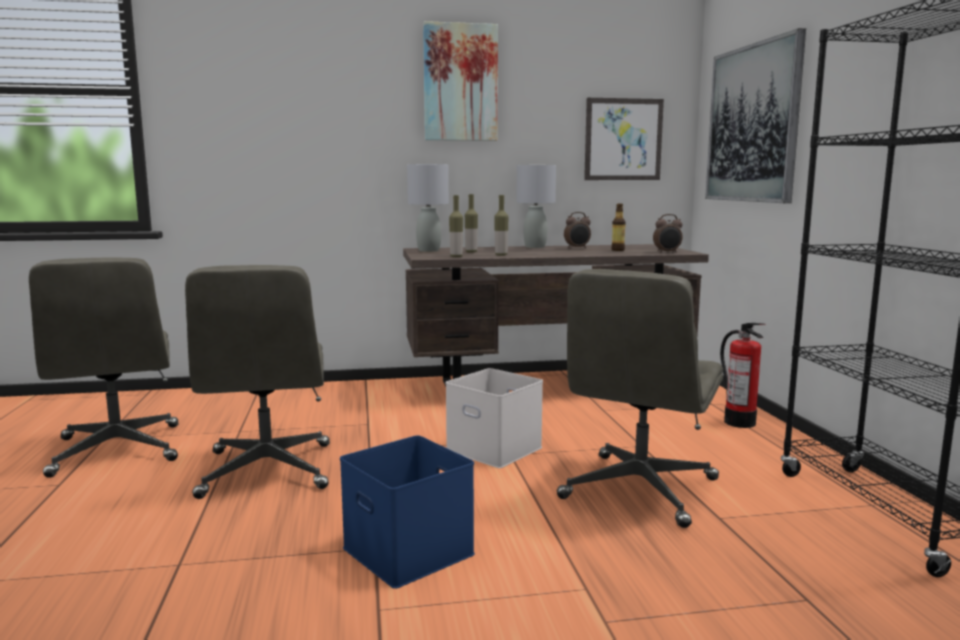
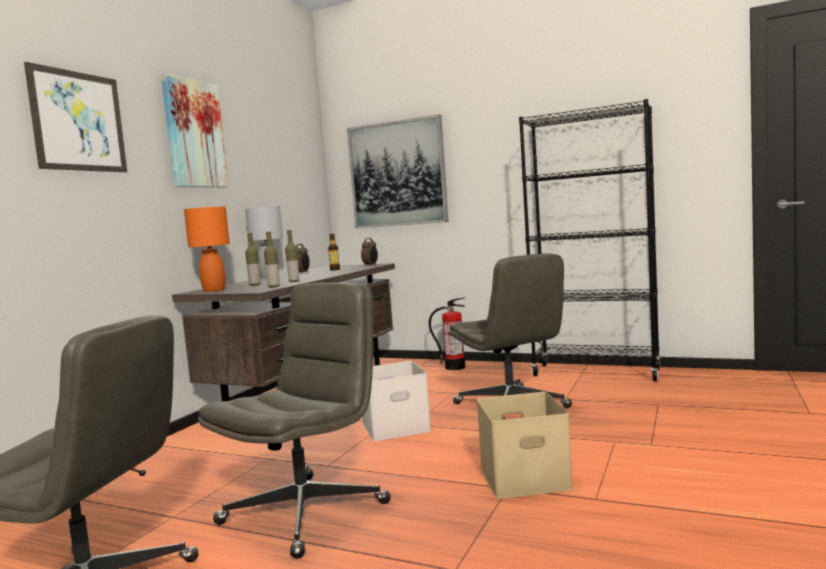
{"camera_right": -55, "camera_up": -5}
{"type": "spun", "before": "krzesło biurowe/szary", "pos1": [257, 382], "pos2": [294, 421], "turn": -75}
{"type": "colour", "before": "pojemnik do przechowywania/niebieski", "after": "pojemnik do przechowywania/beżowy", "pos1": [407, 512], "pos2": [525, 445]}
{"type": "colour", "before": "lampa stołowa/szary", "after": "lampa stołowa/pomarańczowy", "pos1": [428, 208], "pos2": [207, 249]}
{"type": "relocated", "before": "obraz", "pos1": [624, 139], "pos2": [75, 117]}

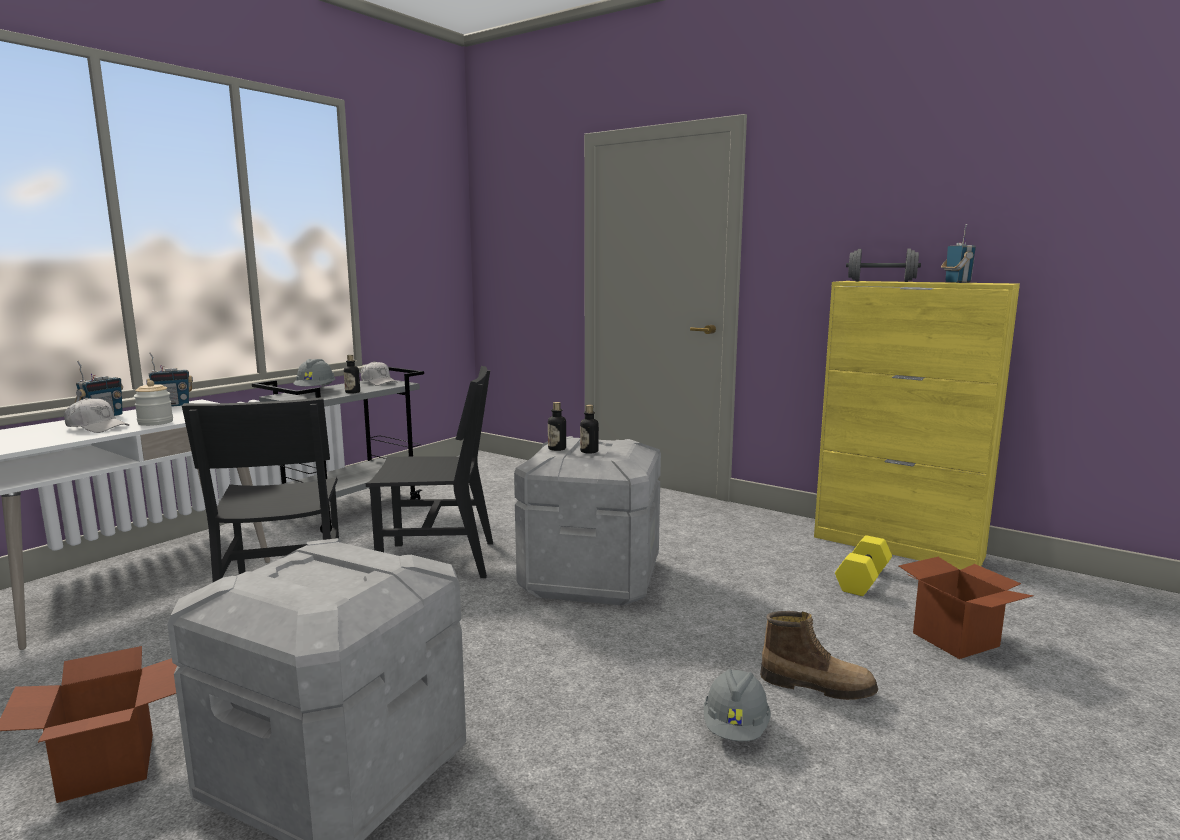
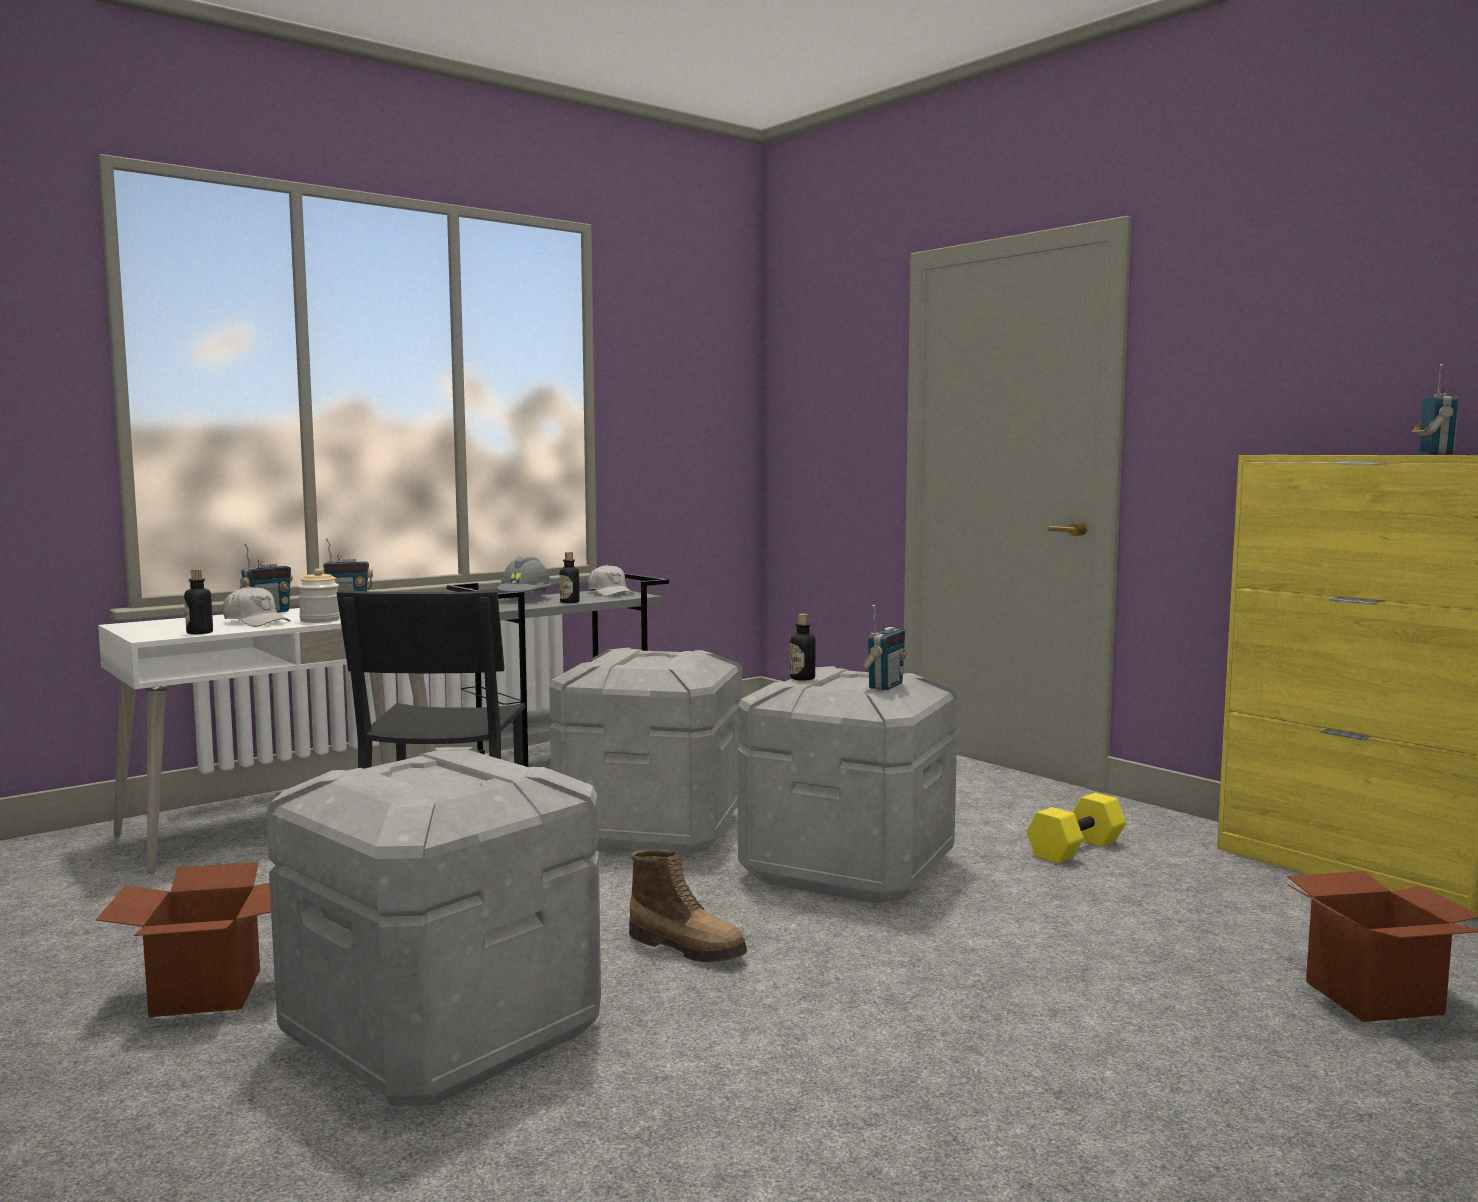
{"camera_right": 15, "camera_up": -5}
{"type": "exchanged", "before": "krzesło/czarny", "after": "pojemnik do przechowywania/szary", "pos1": [429, 472], "pos2": [645, 751]}
{"type": "relocated", "before": "butelka", "pos1": [589, 429], "pos2": [198, 601]}
{"type": "missing", "before": "kask/szary", "pos1": [737, 705]}
{"type": "relocated", "before": "but z cholewką", "pos1": [819, 655], "pos2": [688, 905]}
{"type": "relocated", "before": "hantel/żółty", "pos1": [863, 565], "pos2": [1076, 828]}
{"type": "missing", "before": "hantel/szary", "pos1": [883, 265]}
{"type": "appeared", "after": "radio", "pos2": [884, 647]}

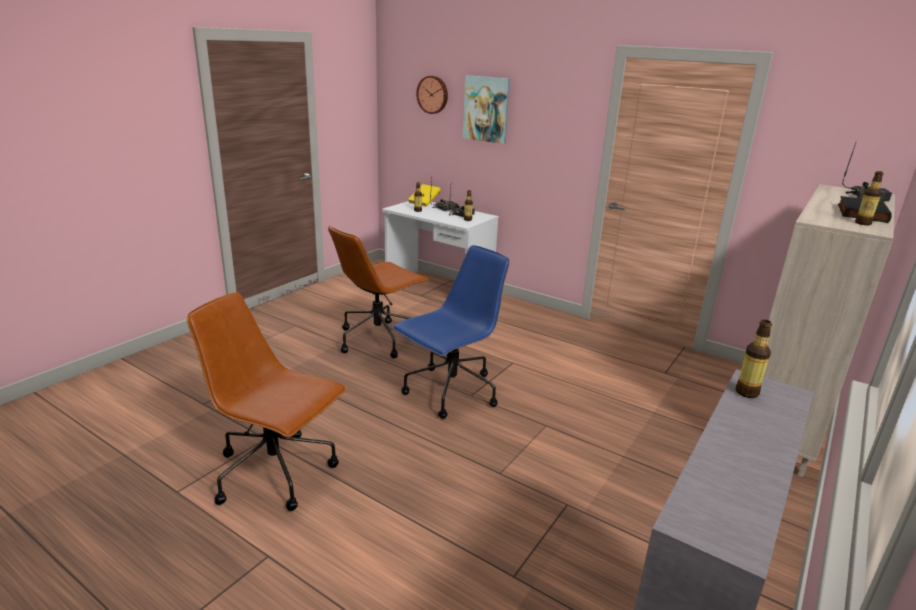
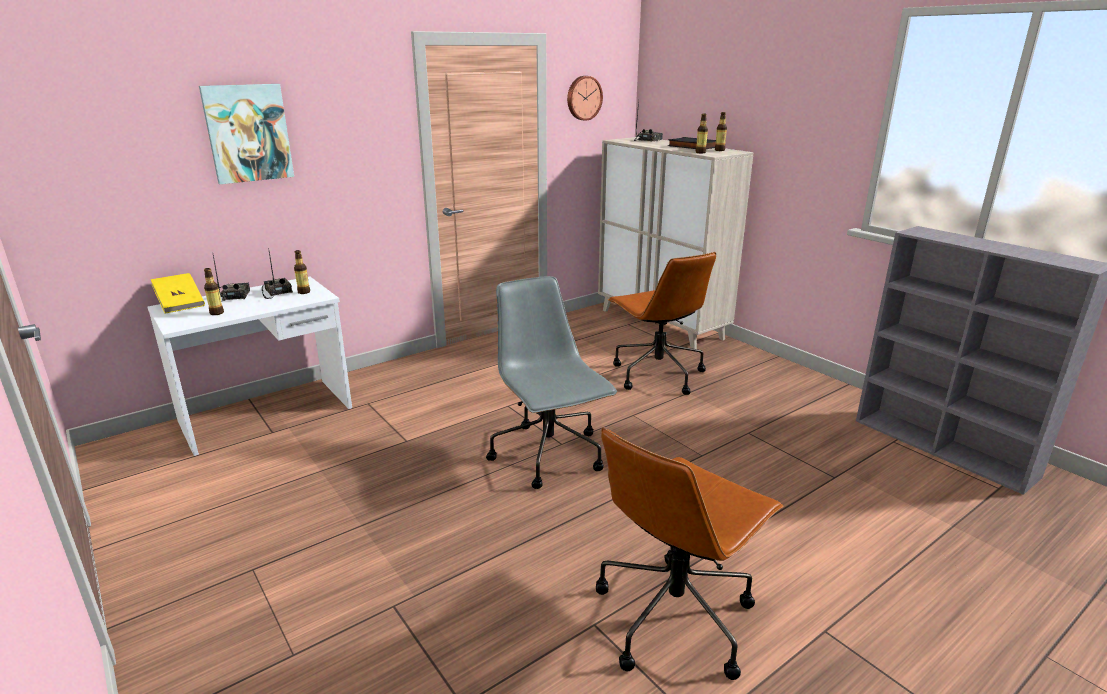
{"camera_right": -70, "camera_up": 0}
{"type": "relocated", "before": "krzesło biurowe/brązowy", "pos1": [378, 291], "pos2": [662, 323]}
{"type": "colour", "before": "krzesło biurowe/niebieski", "after": "krzesło biurowe/szary", "pos1": [450, 332], "pos2": [551, 382]}
{"type": "relocated", "before": "zegar ścienny", "pos1": [432, 95], "pos2": [585, 98]}
{"type": "relocated", "before": "butelka", "pos1": [754, 359], "pos2": [702, 133]}

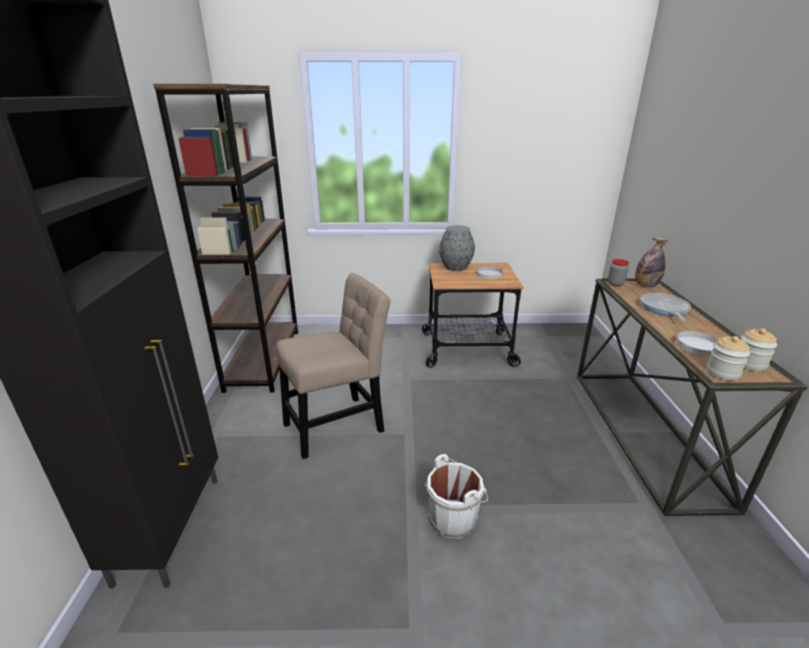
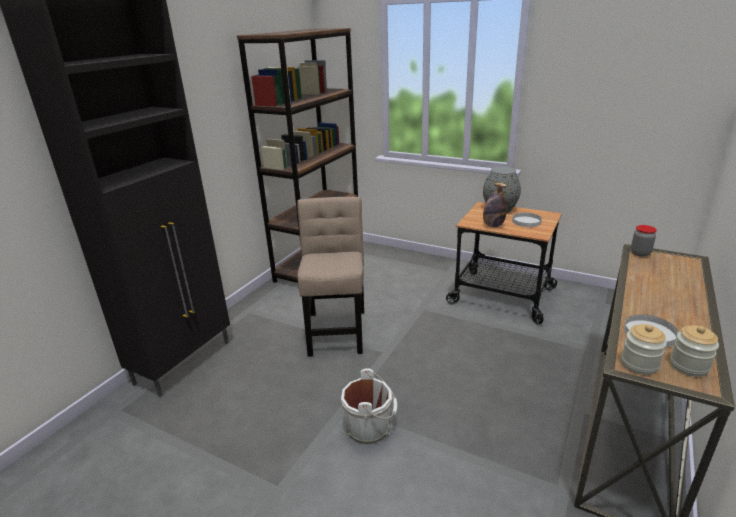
{"camera_right": 30, "camera_up": 0}
{"type": "spun", "before": "krzesło/beżowy", "pos1": [333, 366], "pos2": [330, 277], "turn": -90}
{"type": "relocated", "before": "butelka", "pos1": [651, 262], "pos2": [495, 204]}
{"type": "missing", "before": "patelnia", "pos1": [665, 307]}

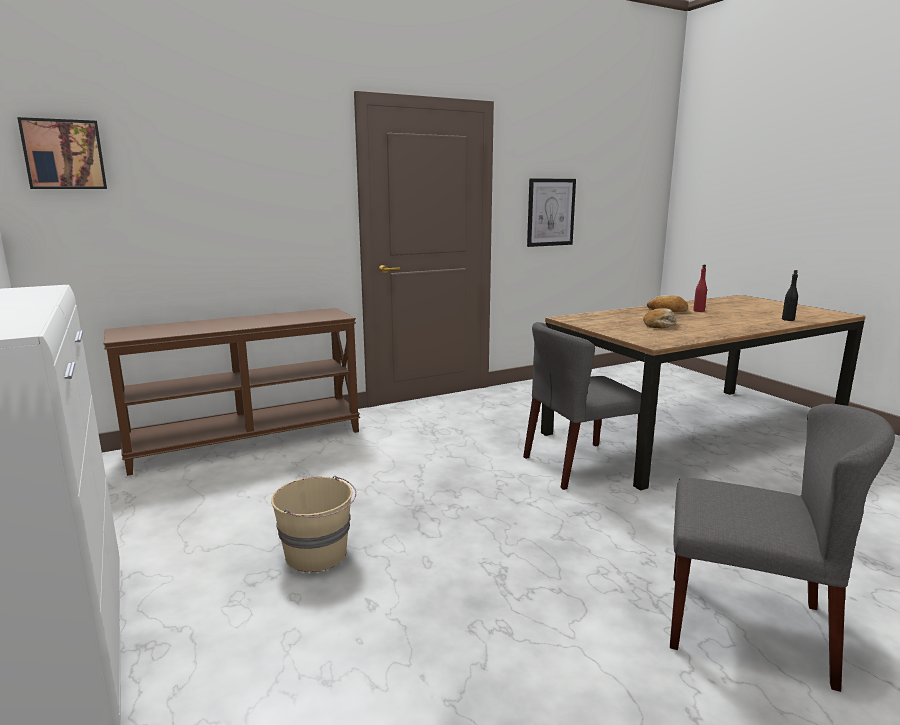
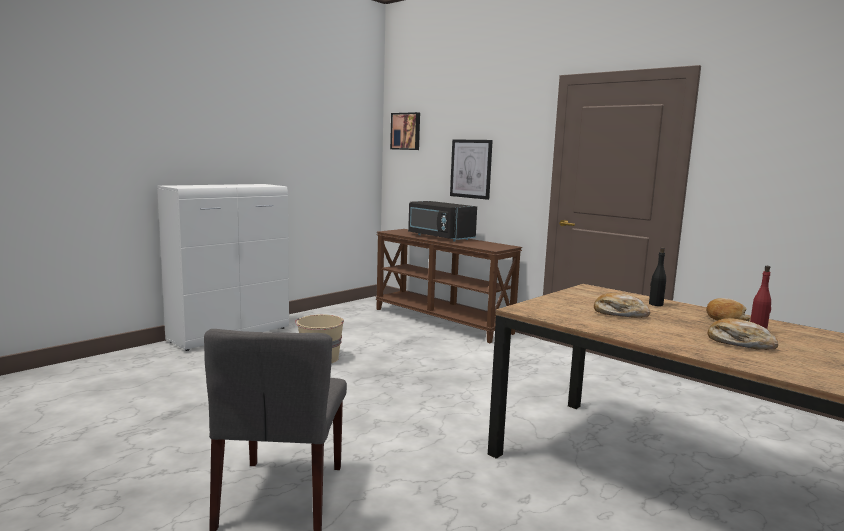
{"camera_right": 70, "camera_up": -5}
{"type": "missing", "before": "krzesło/szary", "pos1": [582, 406]}
{"type": "relocated", "before": "obraz", "pos1": [551, 212], "pos2": [471, 169]}
{"type": "relocated", "before": "butelka/czarny", "pos1": [790, 295], "pos2": [657, 277]}
{"type": "appeared", "after": "mikrofalówka/czarny", "pos2": [442, 221]}
{"type": "appeared", "after": "chleb", "pos2": [743, 334]}

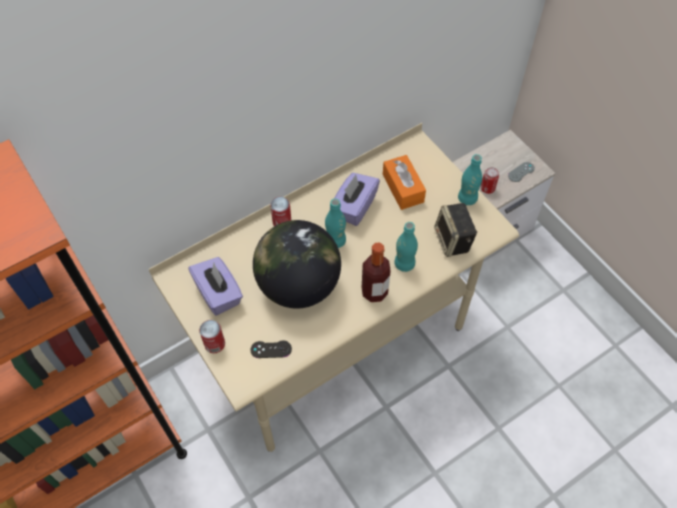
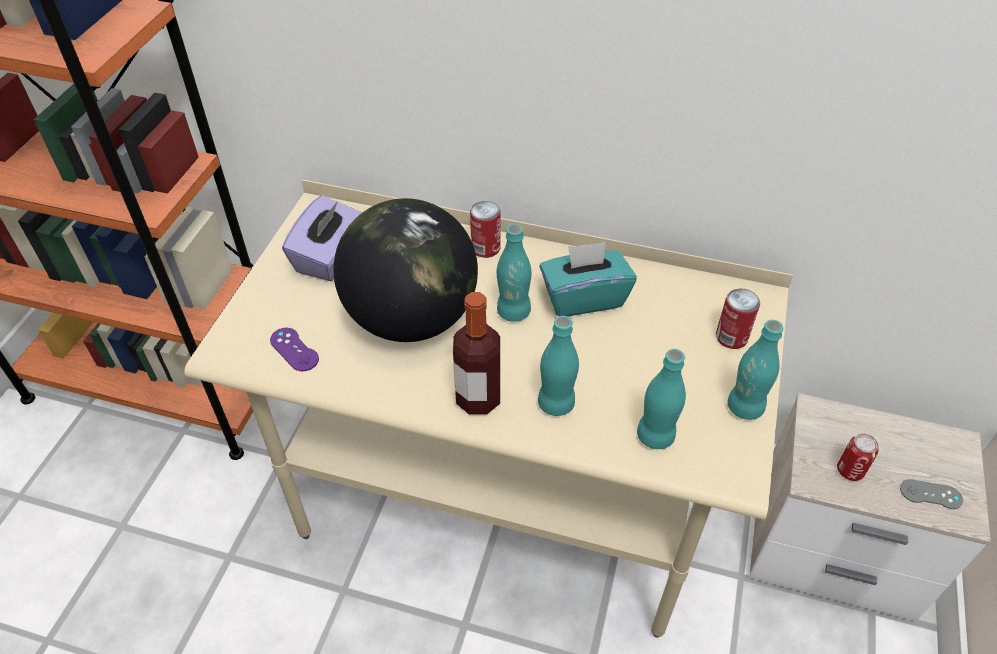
{"camera_right": 50, "camera_up": -10}
{"type": "relocated", "before": "puszka", "pos1": [212, 336], "pos2": [738, 318]}
{"type": "colour", "before": "pad do gier/czarny", "after": "pad do gier/fioletowy", "pos1": [271, 349], "pos2": [294, 349]}
{"type": "colour", "before": "pudełko chusteczek/fioletowy", "after": "pudełko chusteczek/turkusowy", "pos1": [355, 199], "pos2": [587, 279]}
{"type": "missing", "before": "pudełko chusteczek/pomarańczowy", "pos1": [404, 182]}
{"type": "exchanged", "before": "głośnik", "after": "butelka/turkusowy", "pos1": [455, 230], "pos2": [661, 399]}

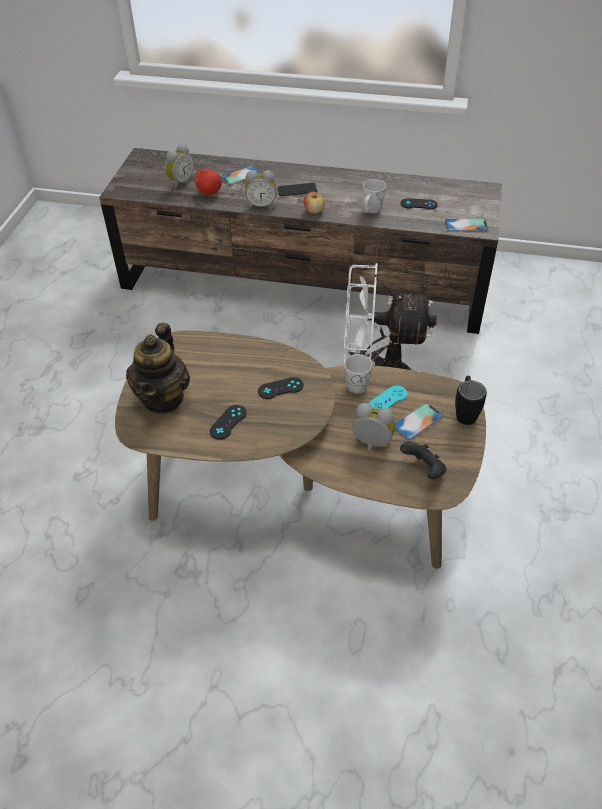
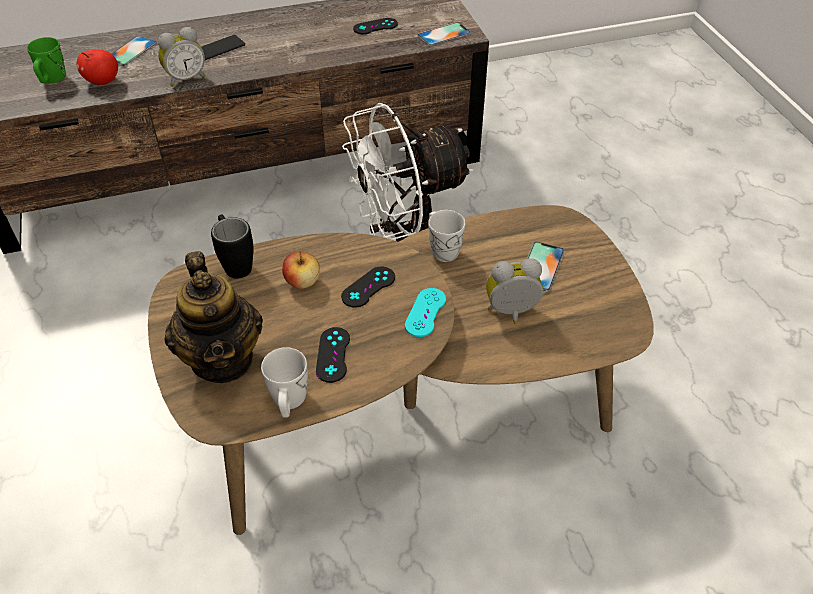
{"camera_right": -30, "camera_up": 0}
{"type": "exchanged", "before": "budzik", "after": "kubek/zielony", "pos1": [179, 166], "pos2": [46, 60]}
{"type": "relocated", "before": "jabłko", "pos1": [314, 202], "pos2": [301, 270]}
{"type": "relocated", "before": "kubek/biały", "pos1": [374, 196], "pos2": [284, 382]}
{"type": "relocated", "before": "pad do gier/turkusowy", "pos1": [388, 397], "pos2": [425, 312]}
{"type": "missing", "before": "pad do gier/czarny", "pos1": [423, 460]}
{"type": "relocated", "before": "kubek/czarny", "pos1": [471, 400], "pos2": [232, 247]}

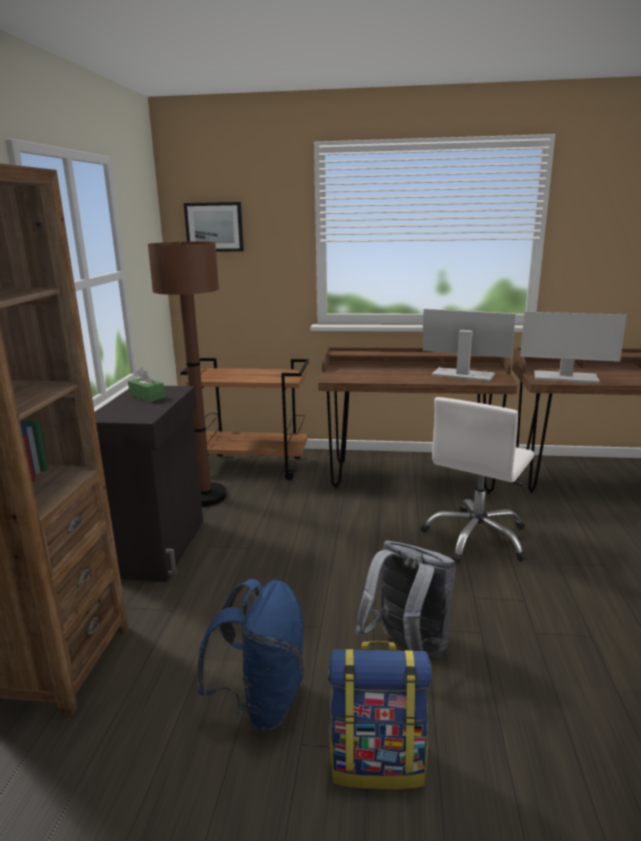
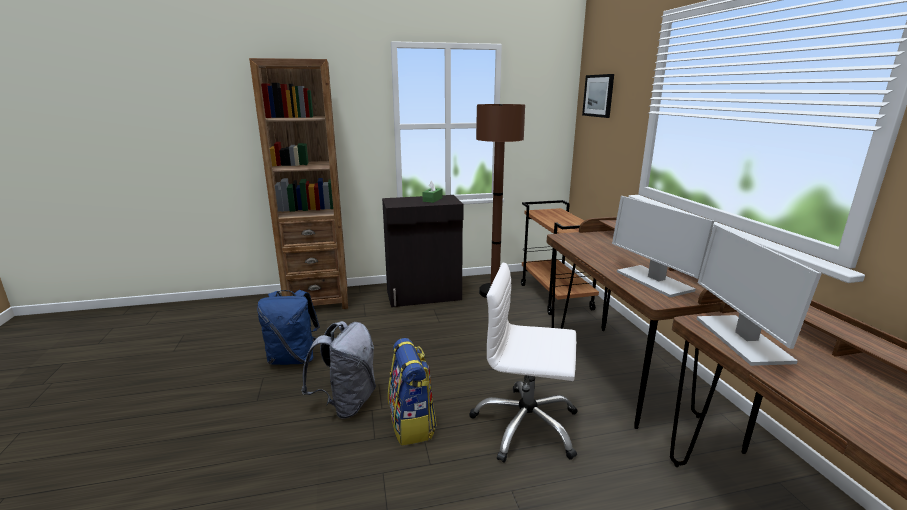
{"camera_right": 70, "camera_up": 0}
{"type": "relocated", "before": "plecak", "pos1": [380, 715], "pos2": [412, 392]}
{"type": "spun", "before": "monitor", "pos1": [469, 345], "pos2": [663, 247], "turn": 150}

